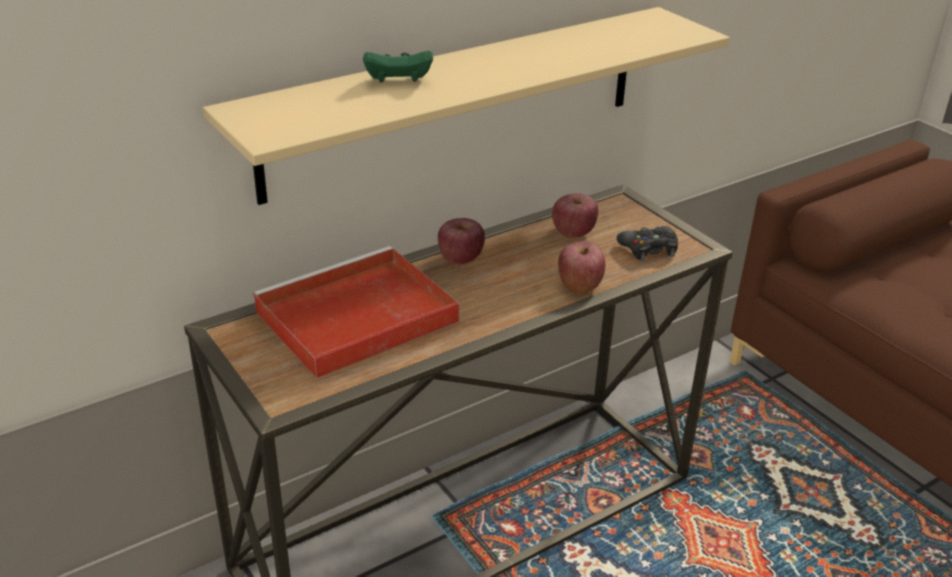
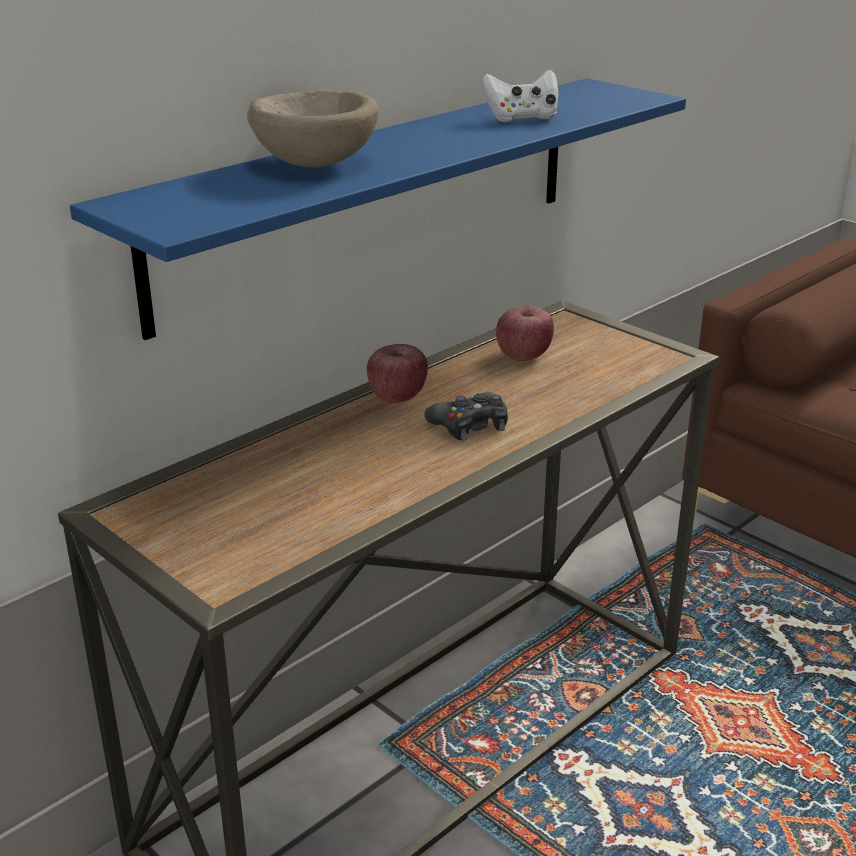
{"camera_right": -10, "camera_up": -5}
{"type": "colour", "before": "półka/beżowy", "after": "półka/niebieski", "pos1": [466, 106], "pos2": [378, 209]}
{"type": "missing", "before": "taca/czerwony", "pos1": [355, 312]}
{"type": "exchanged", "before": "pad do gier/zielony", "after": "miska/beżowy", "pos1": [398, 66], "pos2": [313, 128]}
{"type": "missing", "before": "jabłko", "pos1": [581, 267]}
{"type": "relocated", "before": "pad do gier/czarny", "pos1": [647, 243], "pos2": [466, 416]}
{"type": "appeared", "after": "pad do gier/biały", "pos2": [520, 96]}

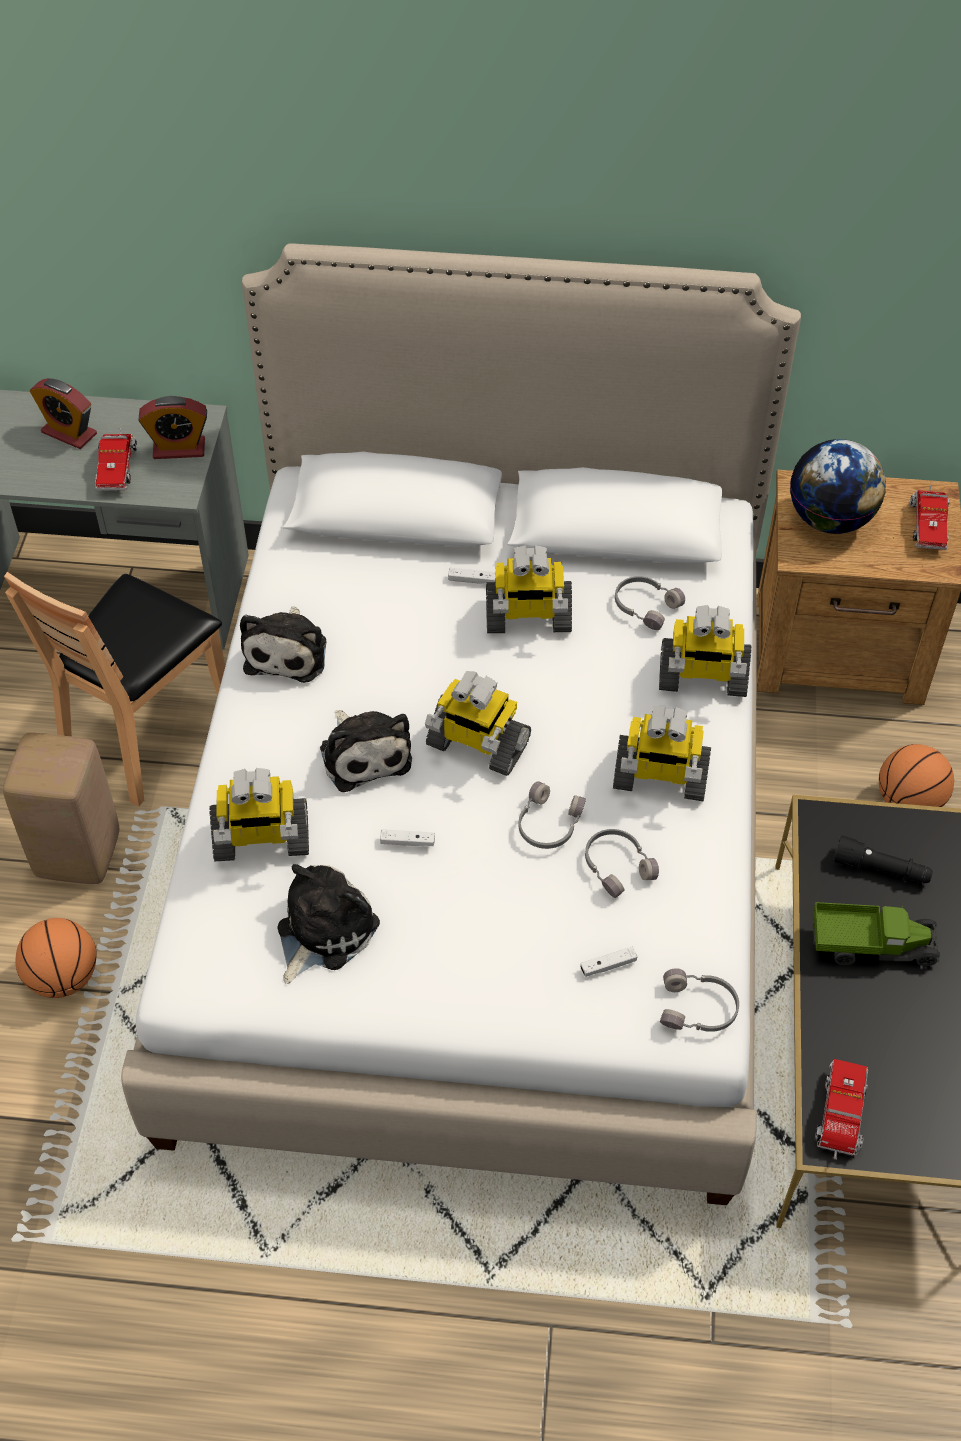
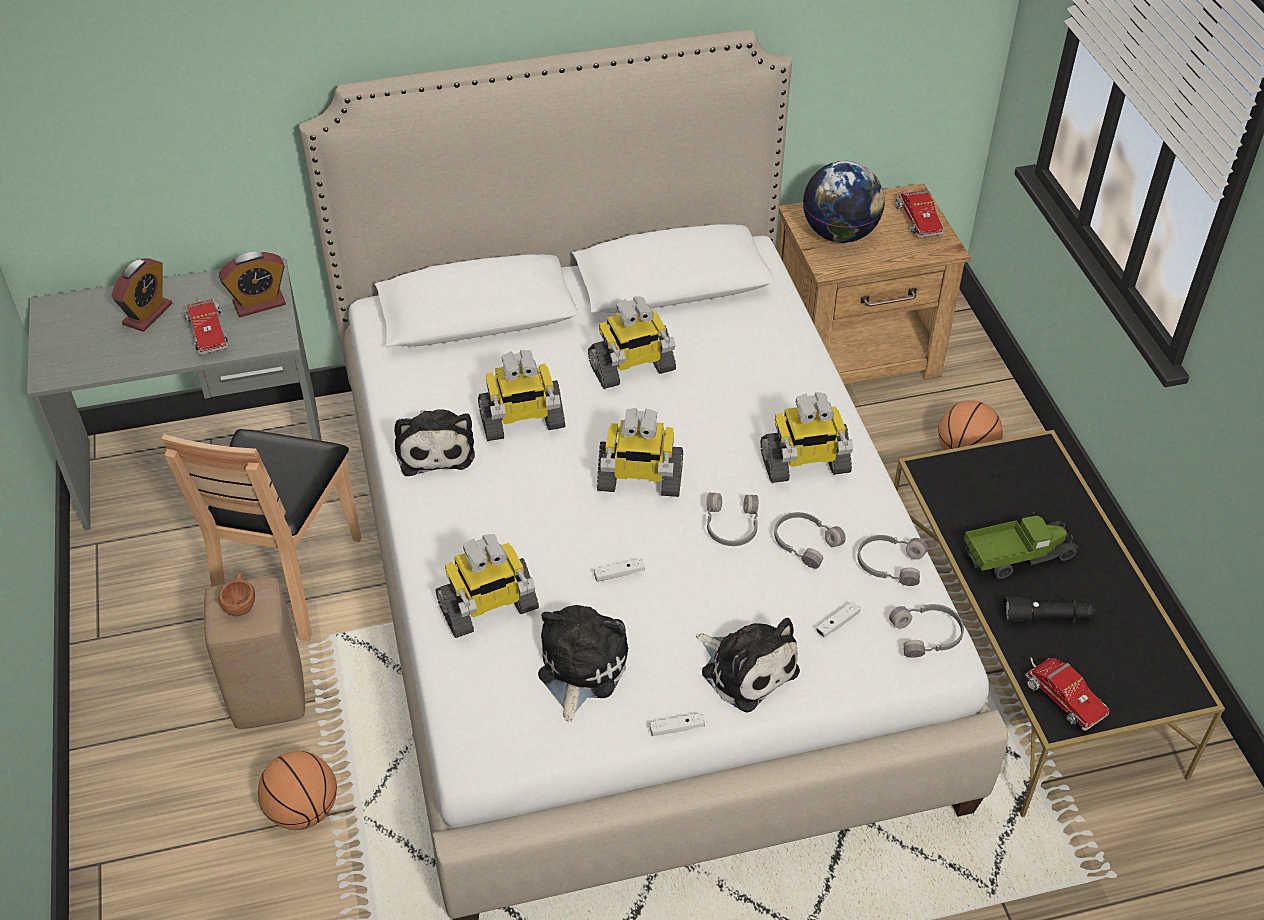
{"camera_right": -20, "camera_up": -5}
{"type": "spun", "before": "budzik", "pos1": [63, 413], "pos2": [142, 295], "turn": -75}
{"type": "relocated", "before": "pluszak", "pos1": [366, 751], "pos2": [748, 665]}
{"type": "relocated", "before": "pad do gier/biały", "pos1": [471, 576], "pos2": [677, 724]}
{"type": "relocated", "before": "słuchawki/szary", "pos1": [650, 603], "pos2": [892, 560]}
{"type": "relocated", "before": "robot zabawkowy", "pos1": [705, 651], "pos2": [521, 395]}
{"type": "spun", "before": "ciężarówka zabawkowa", "pos1": [841, 1109], "pos2": [1067, 694], "turn": 150}
{"type": "relocated", "before": "latarka/czarny", "pos1": [883, 860], "pos2": [1049, 610]}
{"type": "appeared", "after": "filiżanka/brązowy", "pos2": [236, 594]}

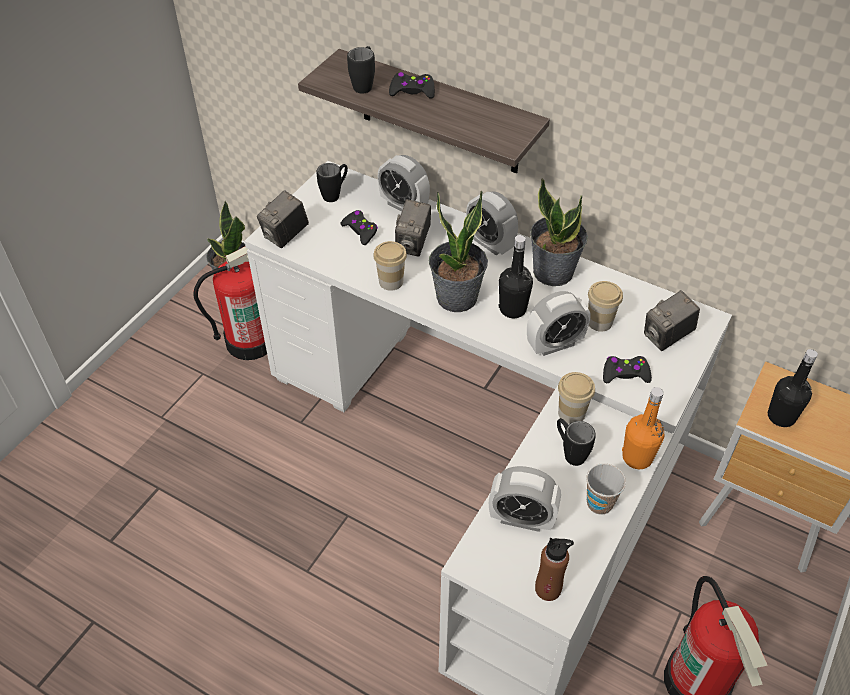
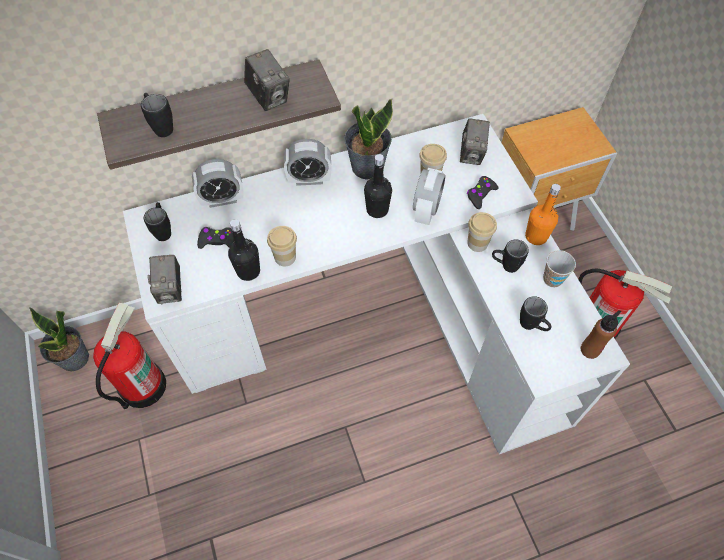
{"camera_right": -50, "camera_up": 10}
{"type": "missing", "before": "pad do gier/czarny", "pos1": [412, 85]}
{"type": "relocated", "before": "aparat fotograficzny", "pos1": [413, 228], "pos2": [267, 80]}
{"type": "missing", "before": "roślina doniczkowa", "pos1": [458, 251]}
{"type": "exchanged", "before": "budzik", "after": "kubek/czarny", "pos1": [525, 499], "pos2": [536, 313]}
{"type": "relocated", "before": "butelka/czarny", "pos1": [793, 388], "pos2": [244, 250]}

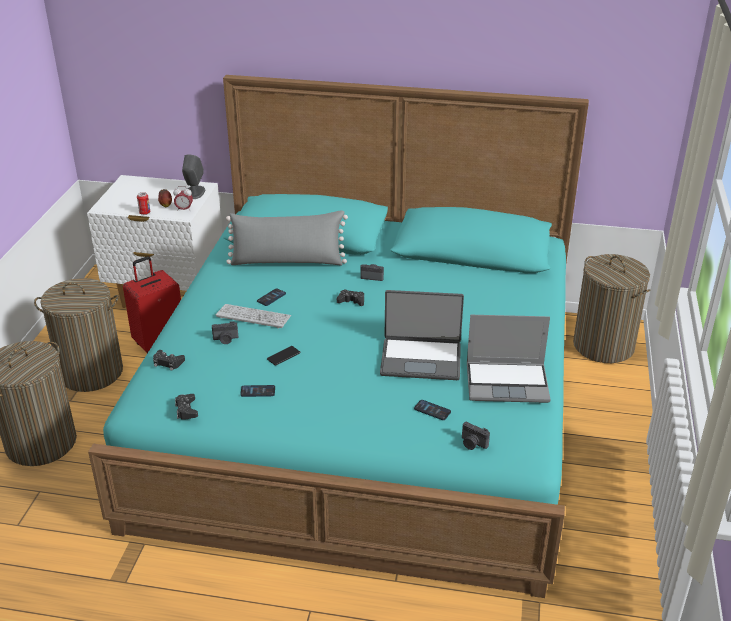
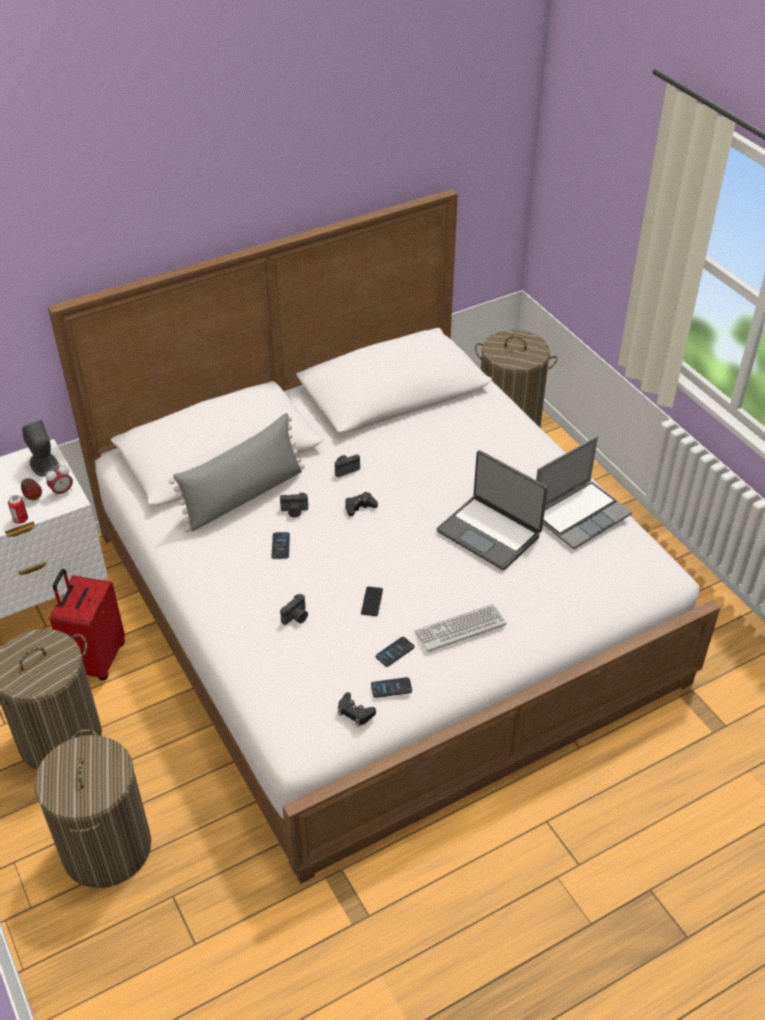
{"camera_right": -40, "camera_up": 10}
{"type": "colour", "before": "łóżko/turkusowy", "after": "łóżko/biały", "pos1": [338, 336], "pos2": [384, 536]}
{"type": "missing", "before": "pad do gier/czarny", "pos1": [169, 360]}
{"type": "relocated", "before": "klawiatura", "pos1": [253, 316], "pos2": [460, 628]}
{"type": "spun", "before": "laptop", "pos1": [422, 335], "pos2": [492, 510], "turn": 75}
{"type": "relocated", "before": "telefon", "pos1": [432, 410], "pos2": [391, 687]}
{"type": "relocated", "before": "aparat fotograficzny", "pos1": [476, 436], "pos2": [294, 505]}

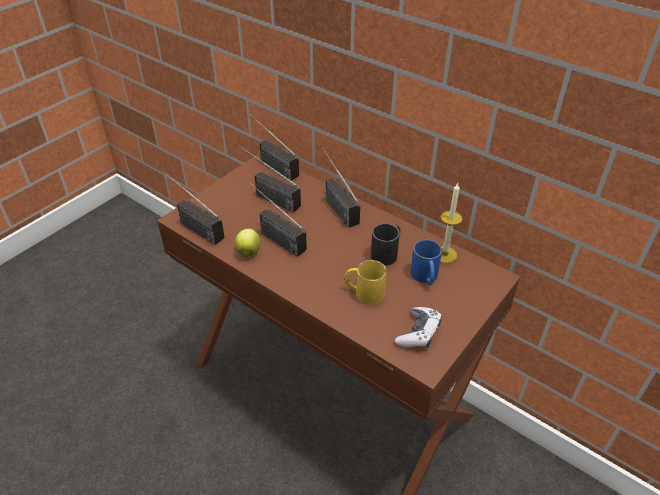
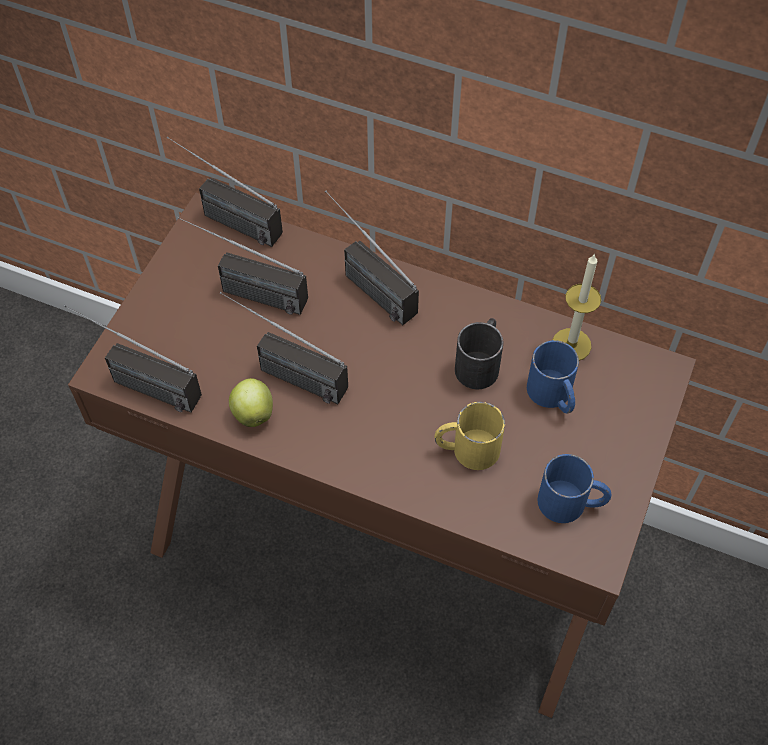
{"camera_right": -15, "camera_up": 15}
{"type": "exchanged", "before": "pad do gier", "after": "kubek/niebieski", "pos1": [418, 327], "pos2": [574, 488]}

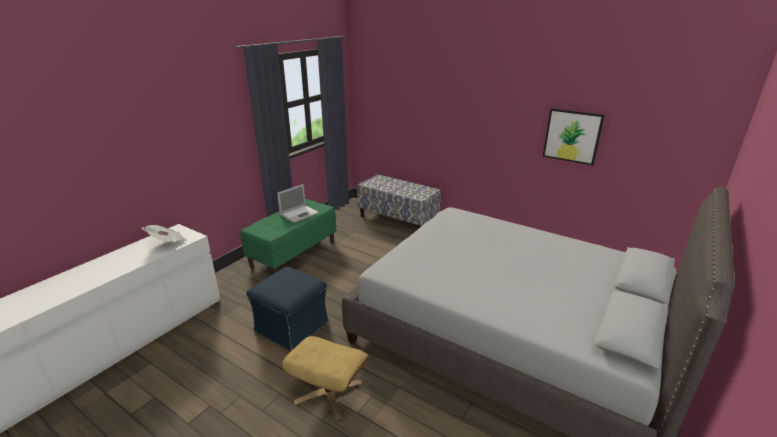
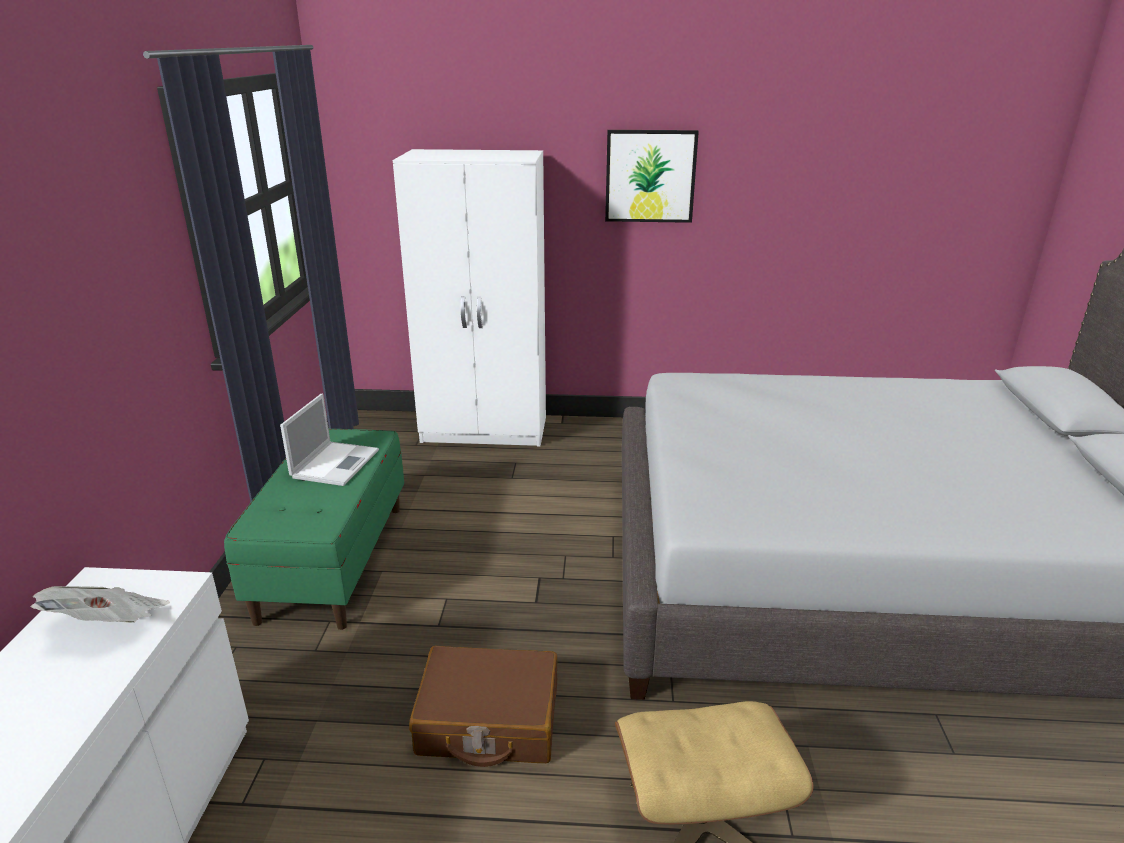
{"camera_right": -30, "camera_up": 0}
{"type": "exchanged", "before": "pufa/niebieski", "after": "walizka/brązowy", "pos1": [287, 309], "pos2": [483, 706]}
{"type": "exchanged", "before": "ławka", "after": "szafa/biały", "pos1": [399, 201], "pos2": [469, 298]}
{"type": "relocated", "before": "obraz", "pos1": [574, 136], "pos2": [652, 176]}

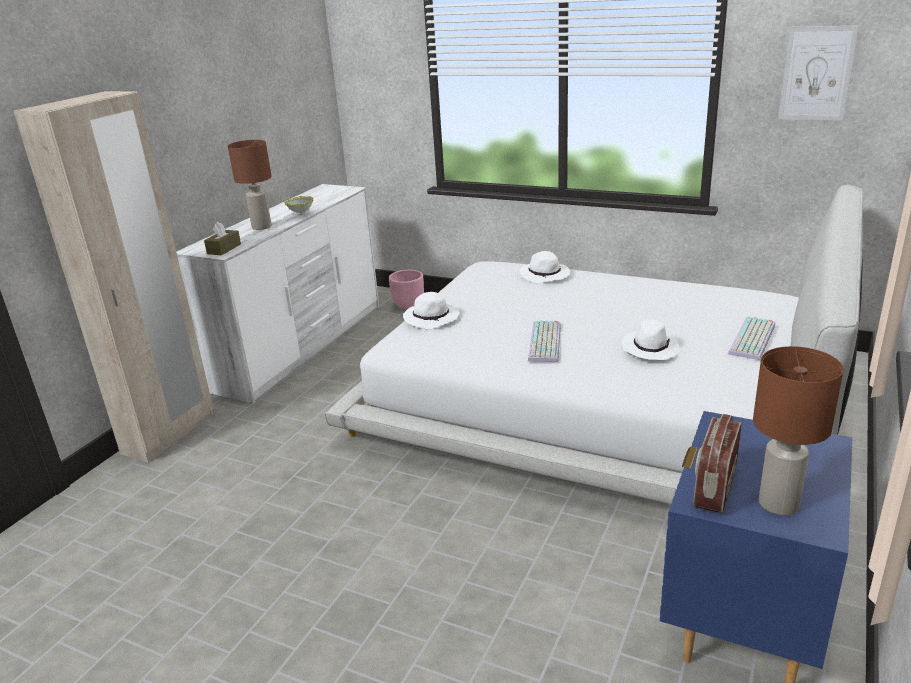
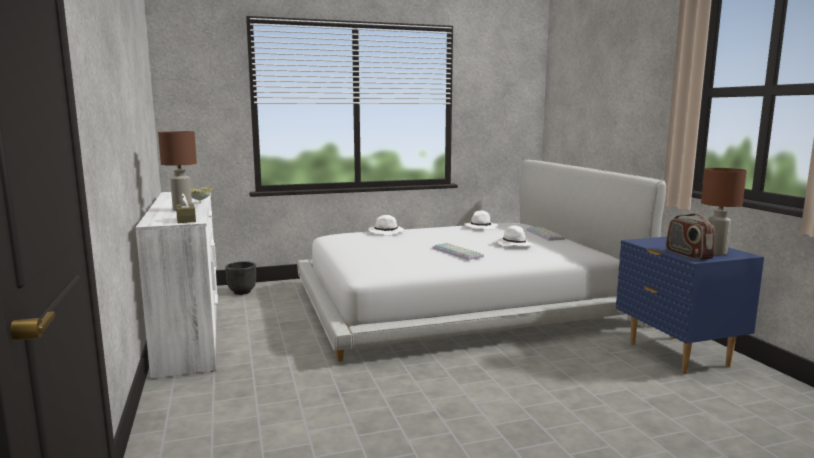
{"camera_right": -45, "camera_up": -15}
{"type": "missing", "before": "szafa/beżowy", "pos1": [113, 276]}
{"type": "colour", "before": "donica/różowy", "after": "donica/czarny", "pos1": [406, 290], "pos2": [240, 278]}
{"type": "relocated", "before": "kapelusz/biały", "pos1": [431, 310], "pos2": [481, 220]}
{"type": "missing", "before": "obraz", "pos1": [818, 73]}

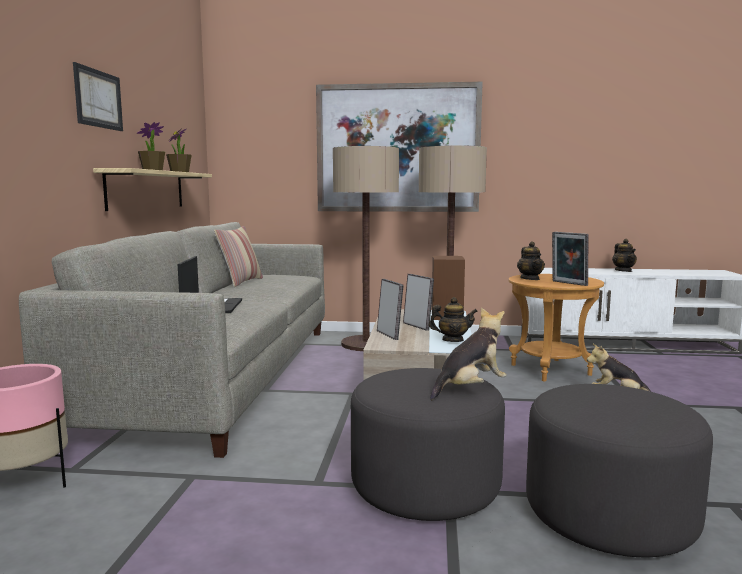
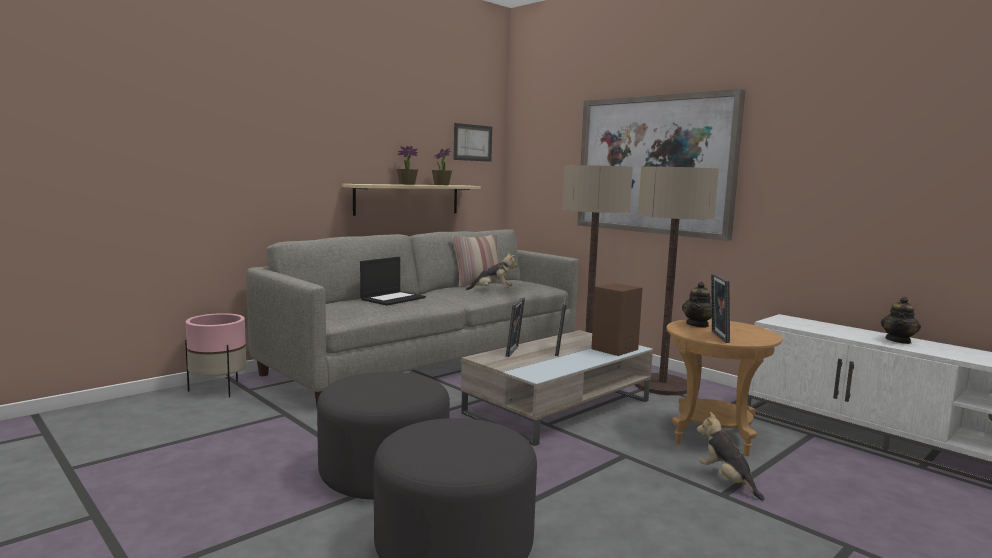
{"camera_right": 40, "camera_up": 0}
{"type": "relocated", "before": "obraz", "pos1": [98, 96], "pos2": [473, 142]}
{"type": "missing", "before": "imbryk", "pos1": [453, 319]}
{"type": "relocated", "before": "pluszak", "pos1": [468, 354], "pos2": [492, 271]}

